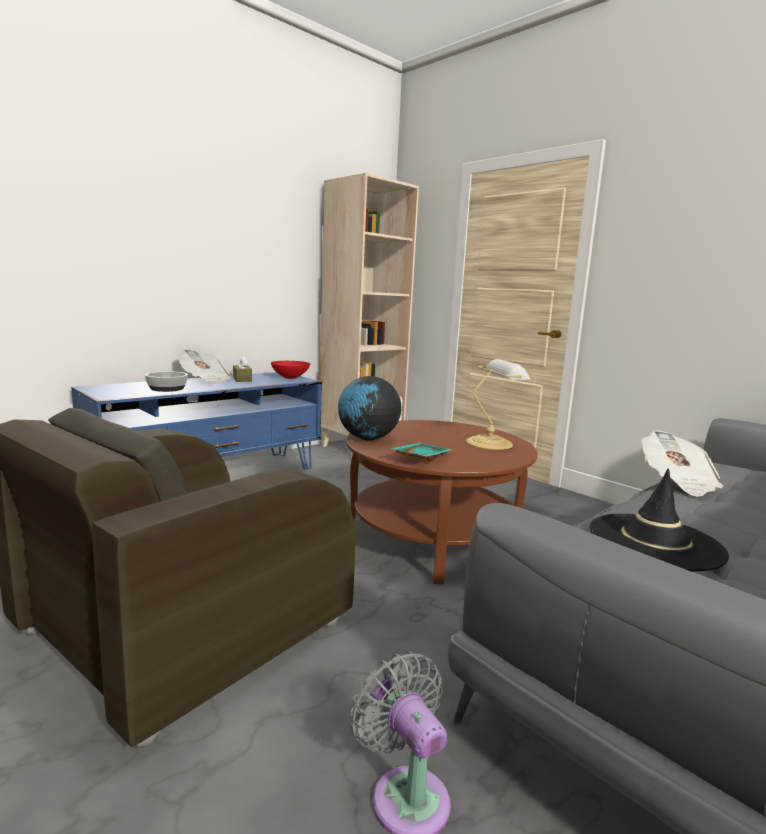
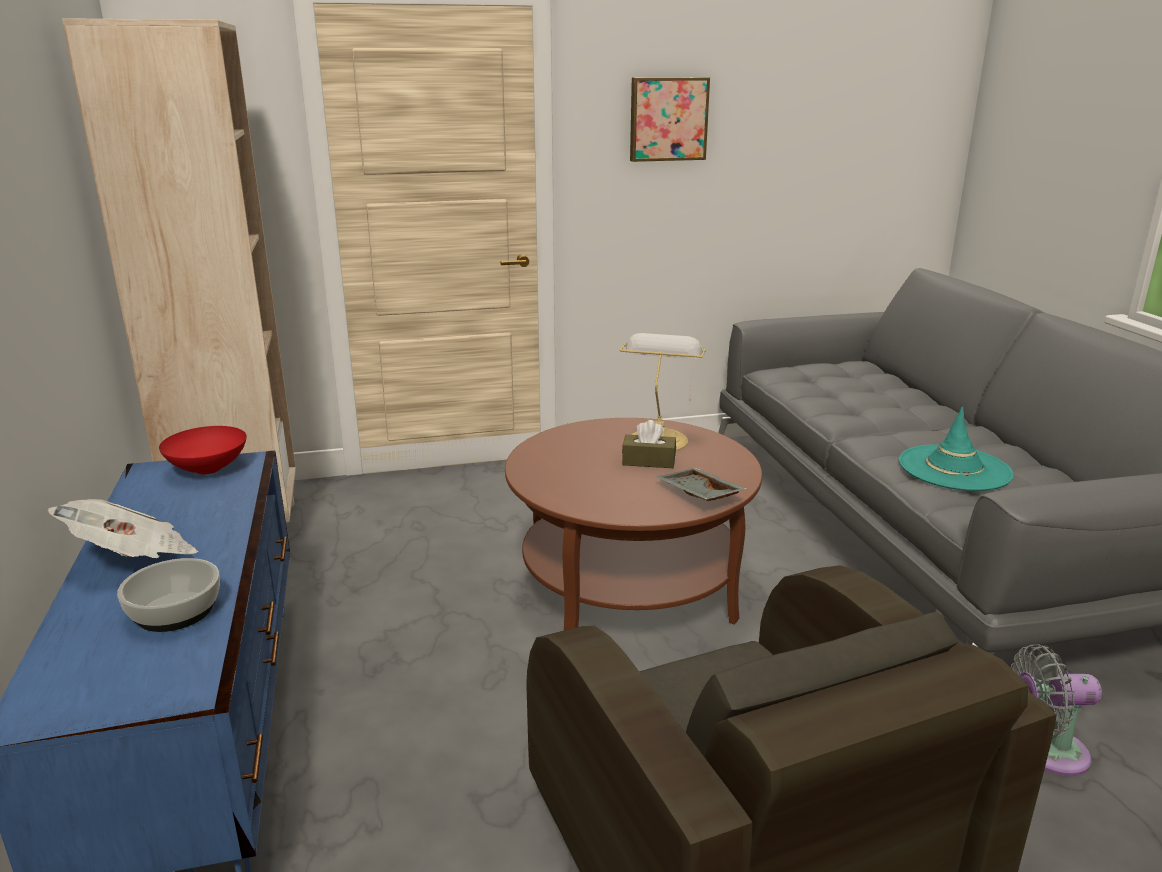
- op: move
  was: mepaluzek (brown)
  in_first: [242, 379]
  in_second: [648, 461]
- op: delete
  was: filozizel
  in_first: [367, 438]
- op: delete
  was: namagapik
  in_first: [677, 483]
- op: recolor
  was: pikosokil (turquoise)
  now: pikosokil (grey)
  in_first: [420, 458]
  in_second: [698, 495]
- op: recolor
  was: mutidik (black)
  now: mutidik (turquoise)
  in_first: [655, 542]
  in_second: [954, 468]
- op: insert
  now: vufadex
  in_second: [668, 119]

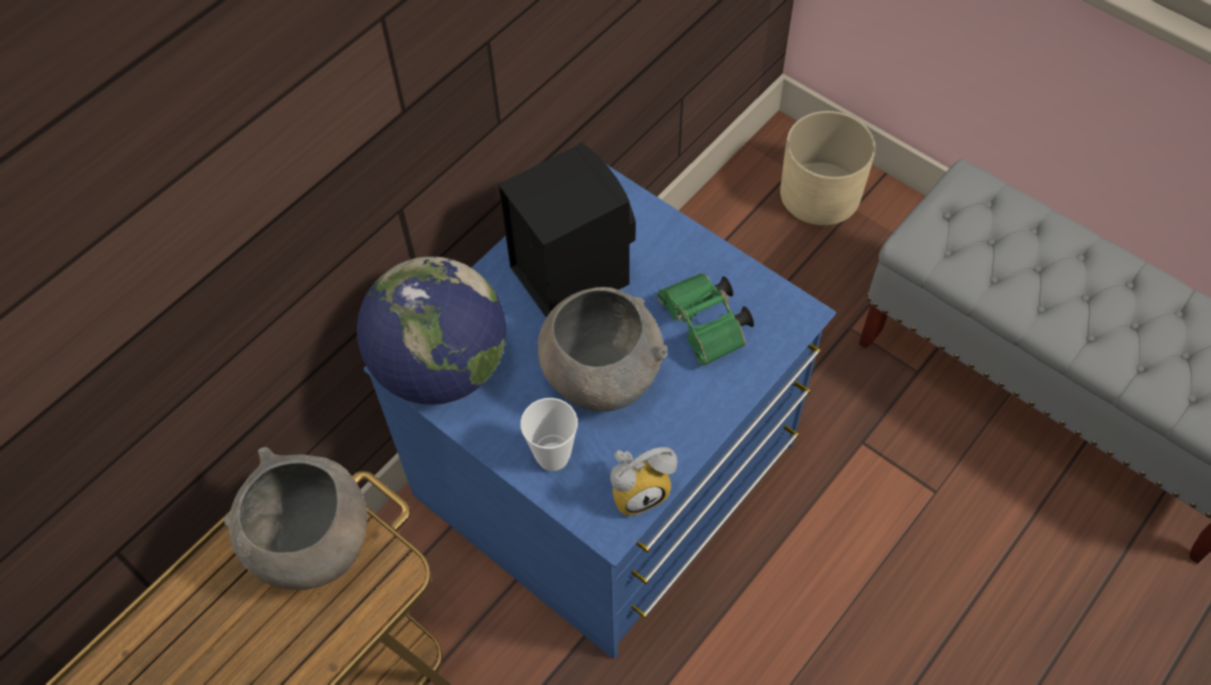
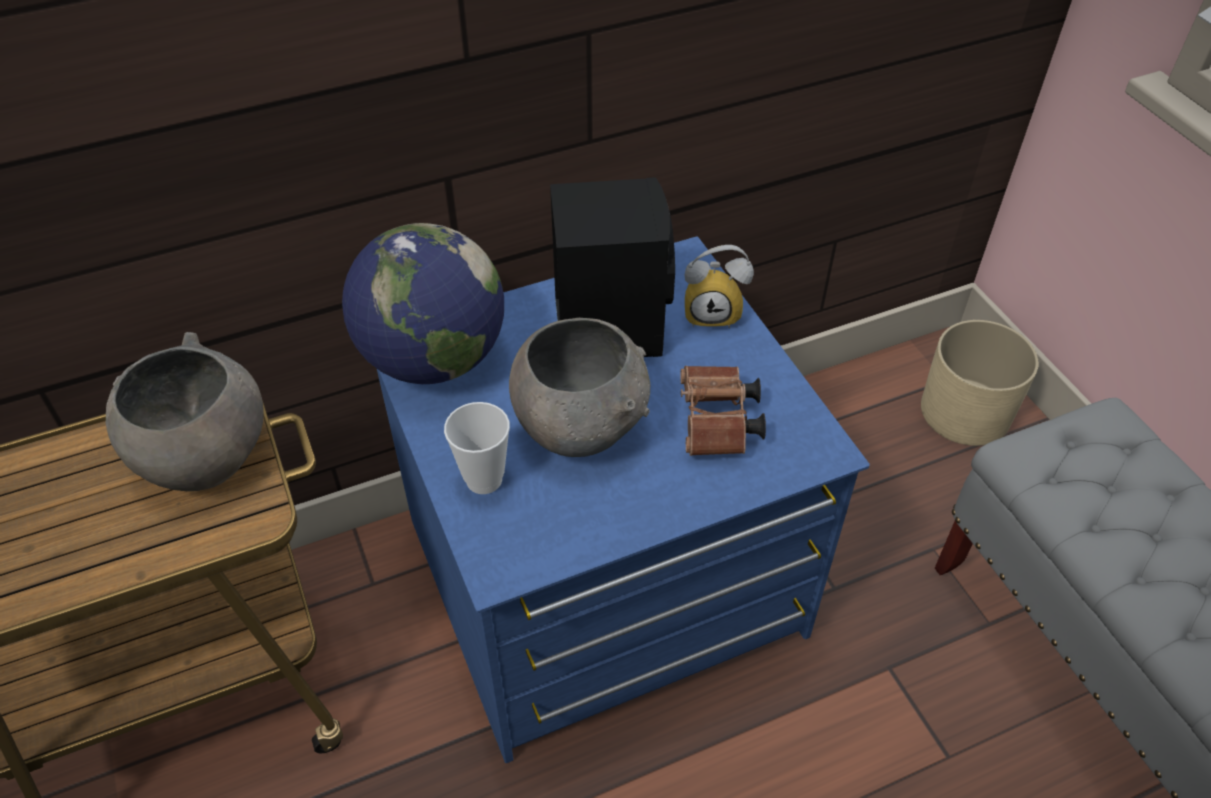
- op: recolor
  was: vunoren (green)
  now: vunoren (brown)
  in_first: [706, 327]
  in_second: [717, 425]
- op: move
  was: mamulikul
  in_first: [639, 489]
  in_second: [713, 313]

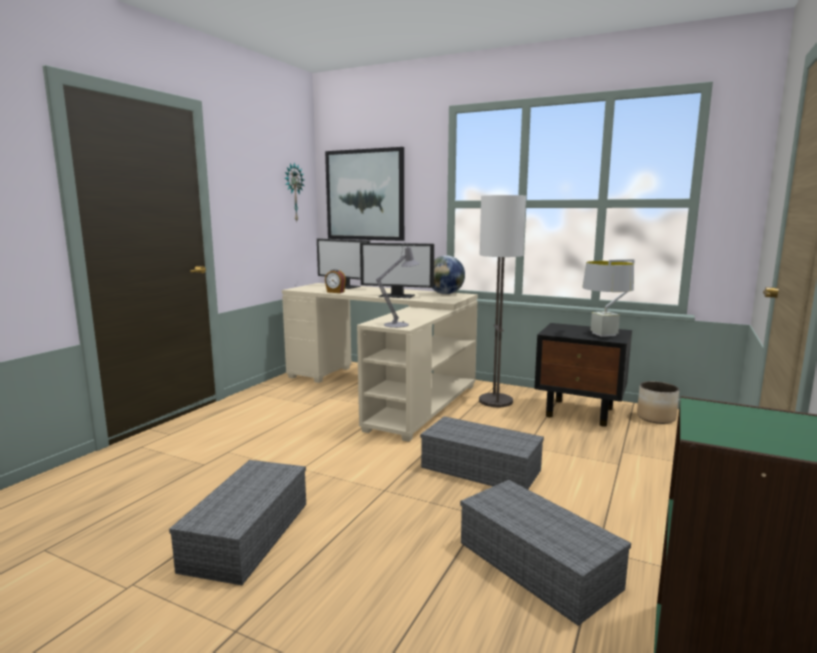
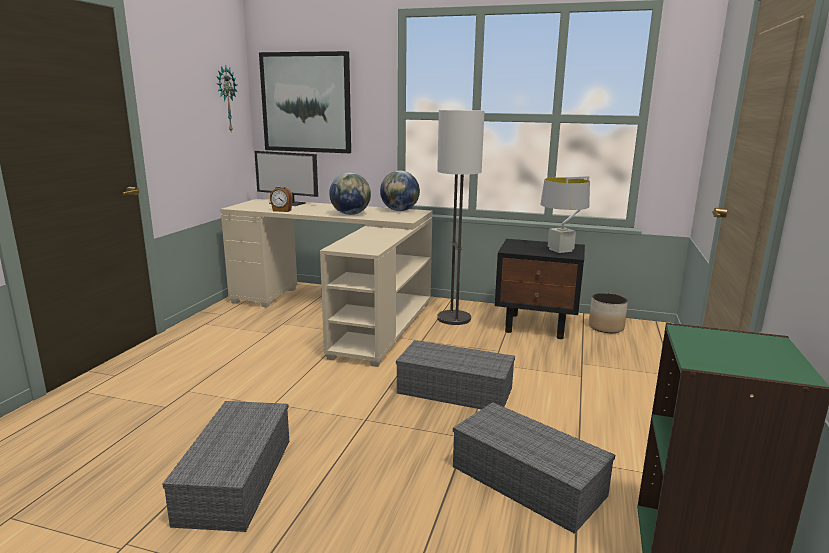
- op: replace
  was: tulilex
  now: filozizel
  in_first: [397, 296]
  in_second: [350, 214]
- op: delete
  was: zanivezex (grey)
  in_first: [399, 324]

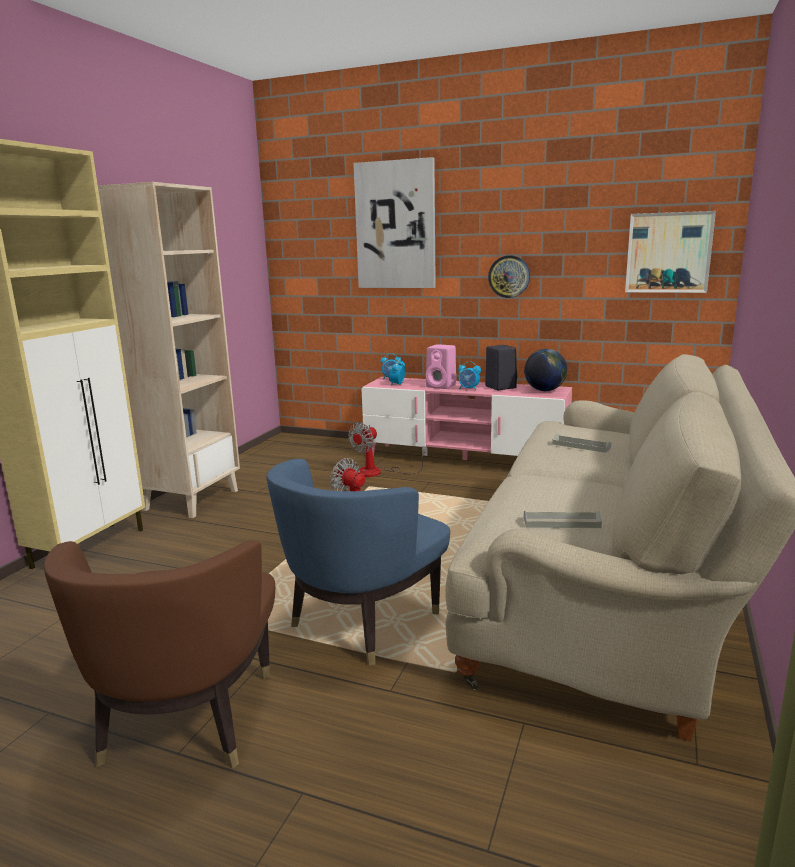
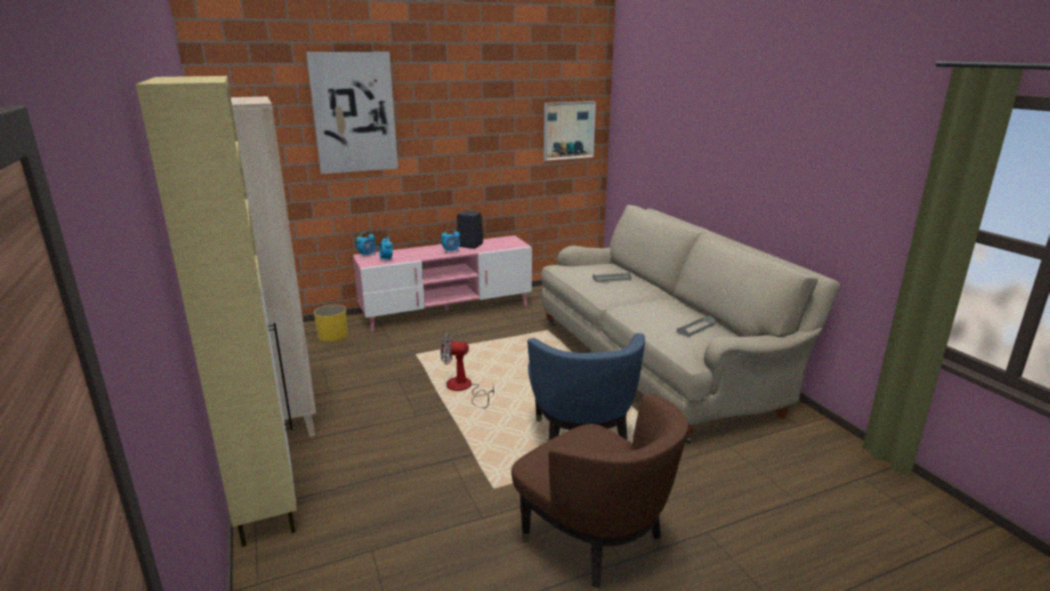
- op: delete
  was: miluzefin
  in_first: [509, 276]
- op: delete
  was: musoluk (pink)
  in_first: [442, 386]
- op: delete
  was: filozizel
  in_first: [544, 390]
- op: delete
  was: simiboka
  in_first: [378, 472]
- op: insert
  now: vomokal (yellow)
  in_second: [332, 335]

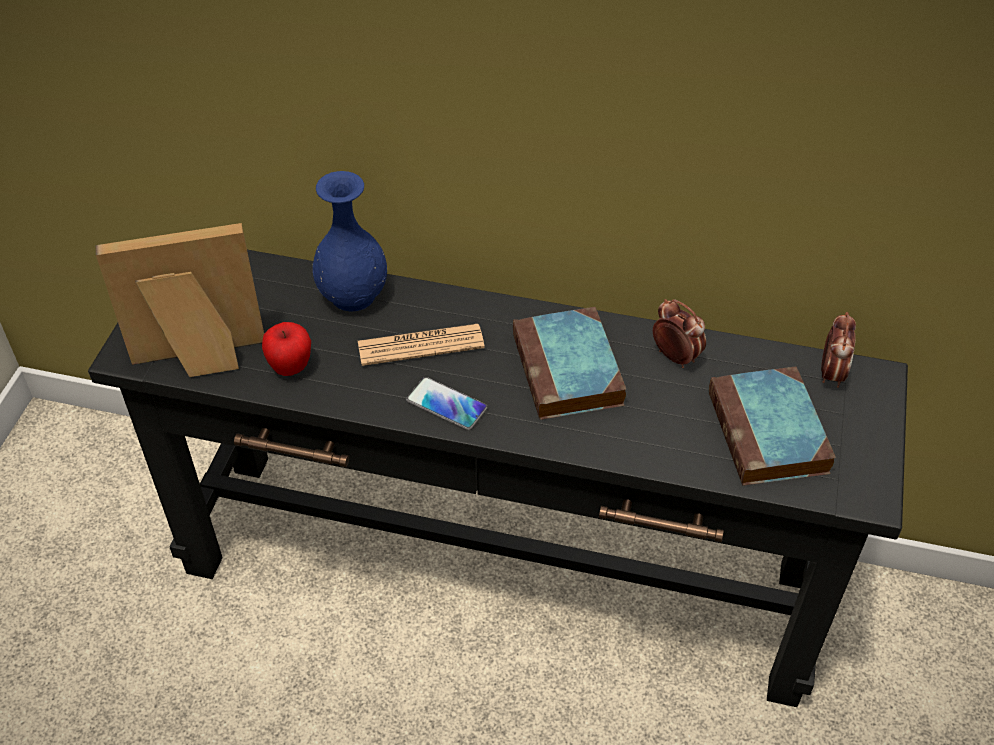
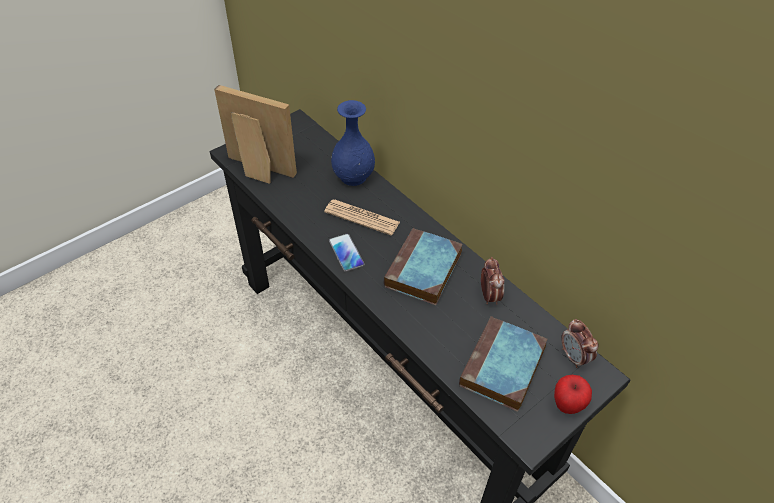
- op: rotate
  was: mamulikul
  in_first: [831, 373]
  in_second: [574, 357]
  clockwise: 105
- op: move
  was: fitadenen
  in_first: [290, 367]
  in_second: [567, 405]

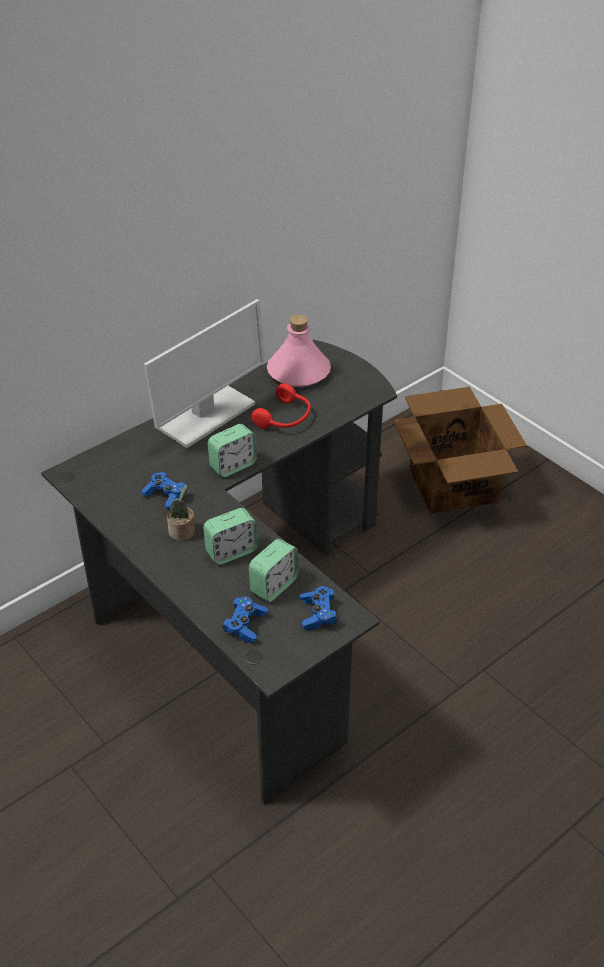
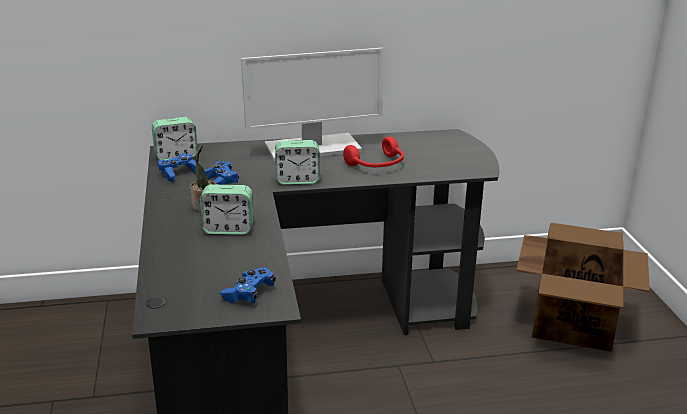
- op: delete
  was: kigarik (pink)
  in_first: [299, 372]
- op: move
  was: mamulikul
  in_first: [274, 586]
  in_second: [176, 156]
- op: move
  was: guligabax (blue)
  in_first: [245, 625]
  in_second: [179, 173]

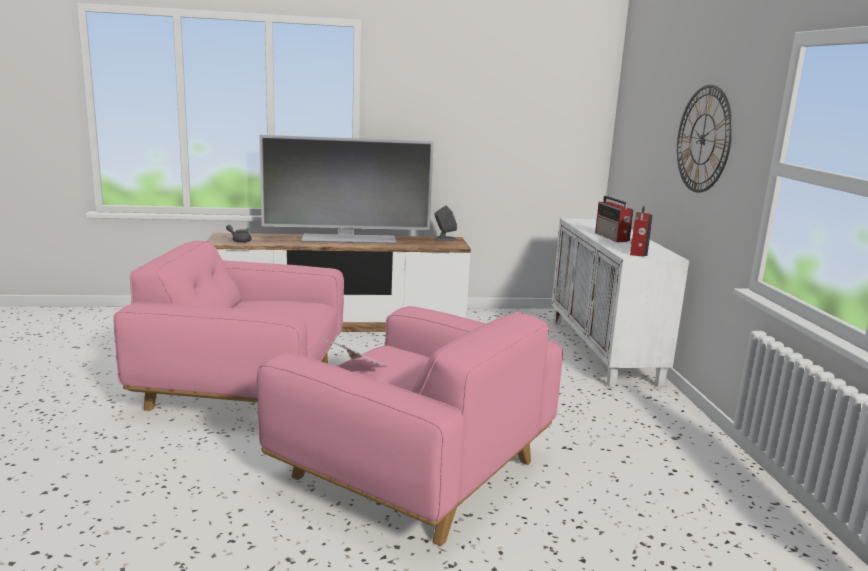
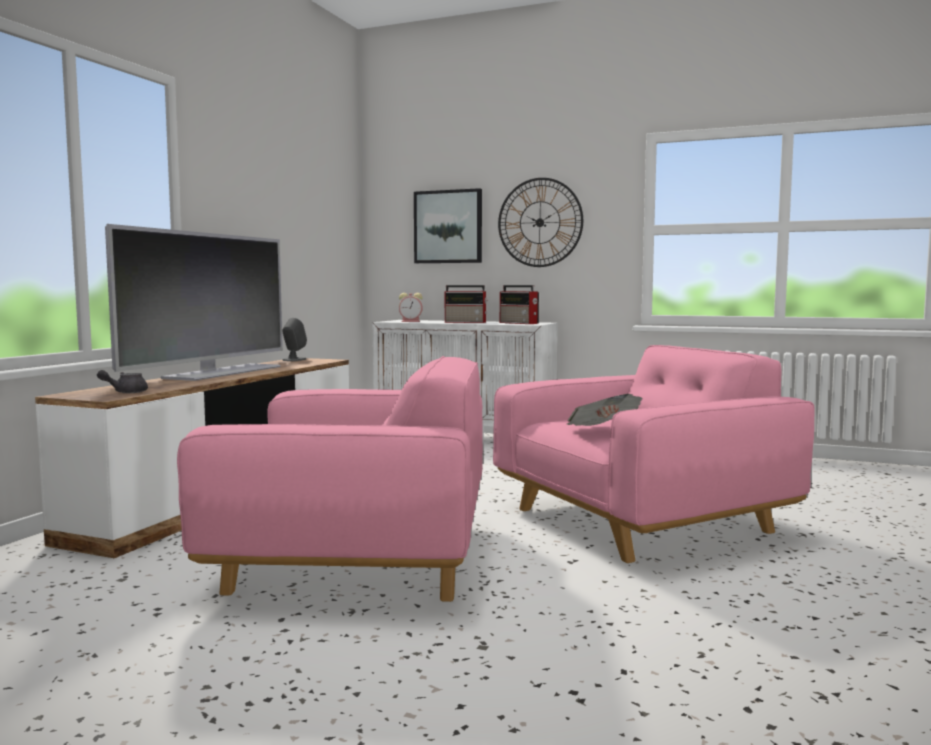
- op: rotate
  was: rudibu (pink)
  in_first: [245, 385]
  in_second: [356, 557]
  clockwise: -120
- op: insert
  now: vufadex
  in_second: [448, 227]
- op: insert
  now: mamulikul
  in_second: [411, 321]

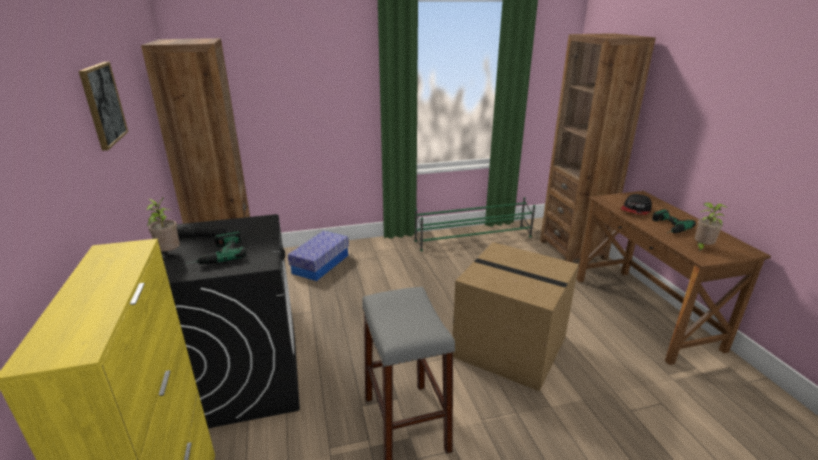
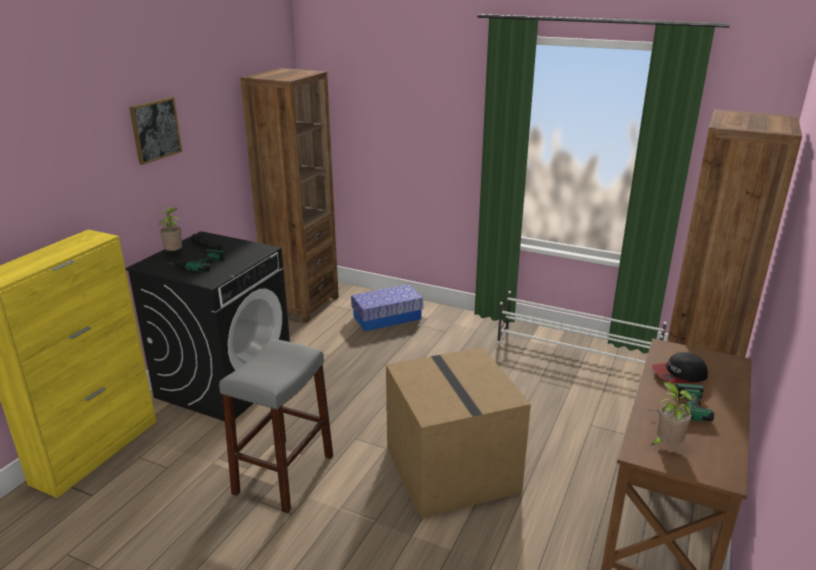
- op: recolor
  was: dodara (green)
  now: dodara (white)
  in_first: [474, 239]
  in_second: [576, 353]

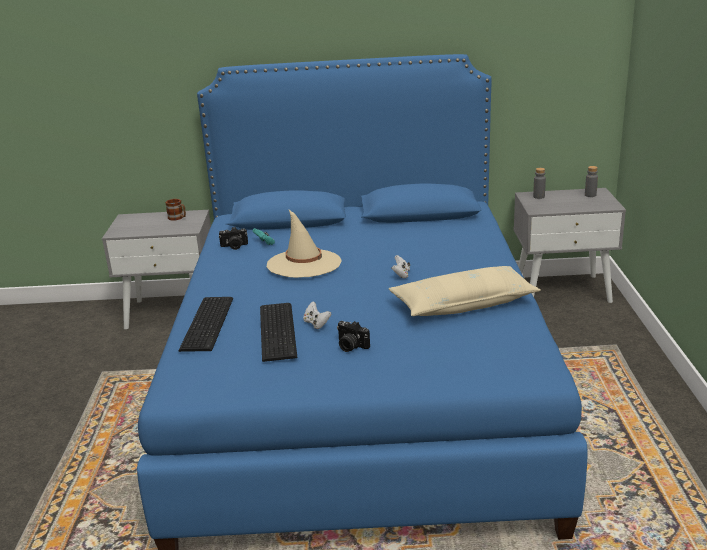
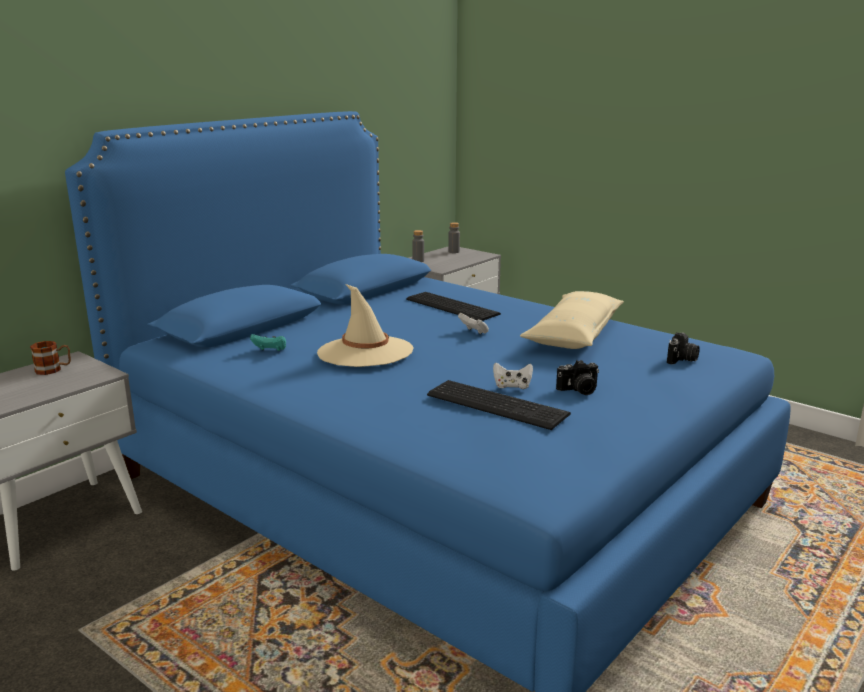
- op: move
  was: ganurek
  in_first: [234, 246]
  in_second: [682, 359]
- op: move
  was: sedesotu
  in_first: [209, 323]
  in_second: [452, 306]

